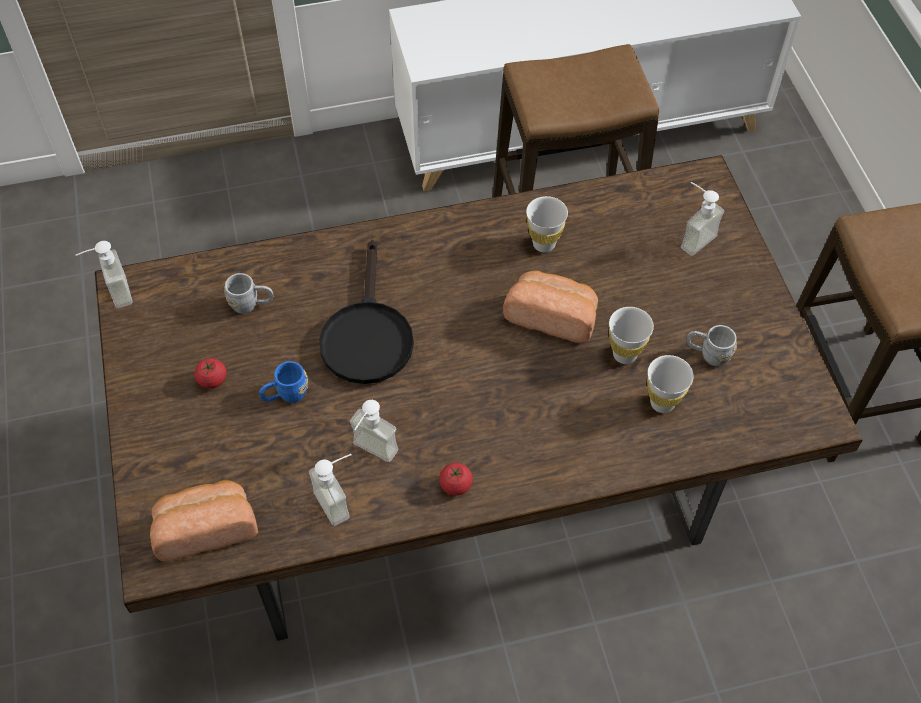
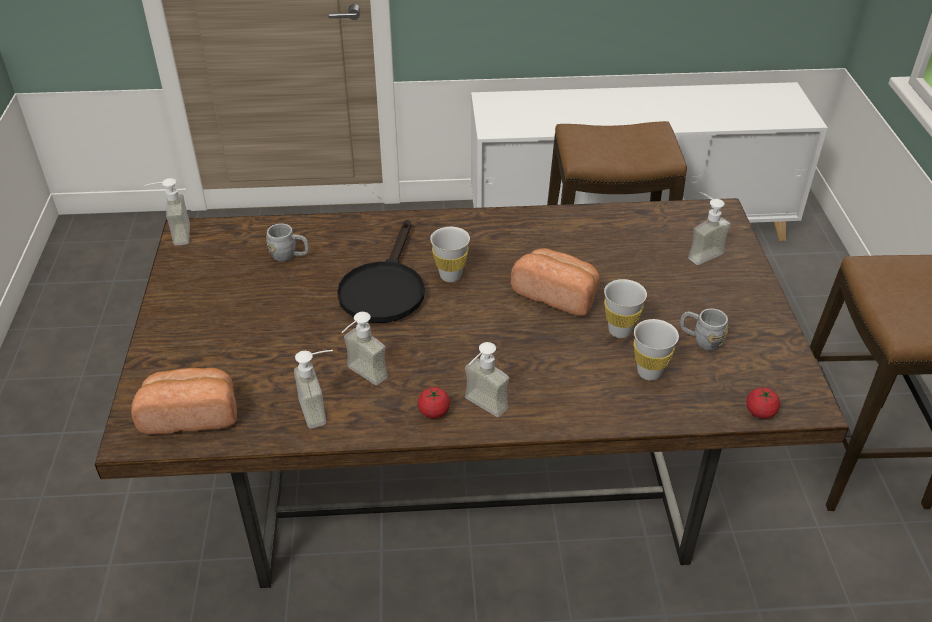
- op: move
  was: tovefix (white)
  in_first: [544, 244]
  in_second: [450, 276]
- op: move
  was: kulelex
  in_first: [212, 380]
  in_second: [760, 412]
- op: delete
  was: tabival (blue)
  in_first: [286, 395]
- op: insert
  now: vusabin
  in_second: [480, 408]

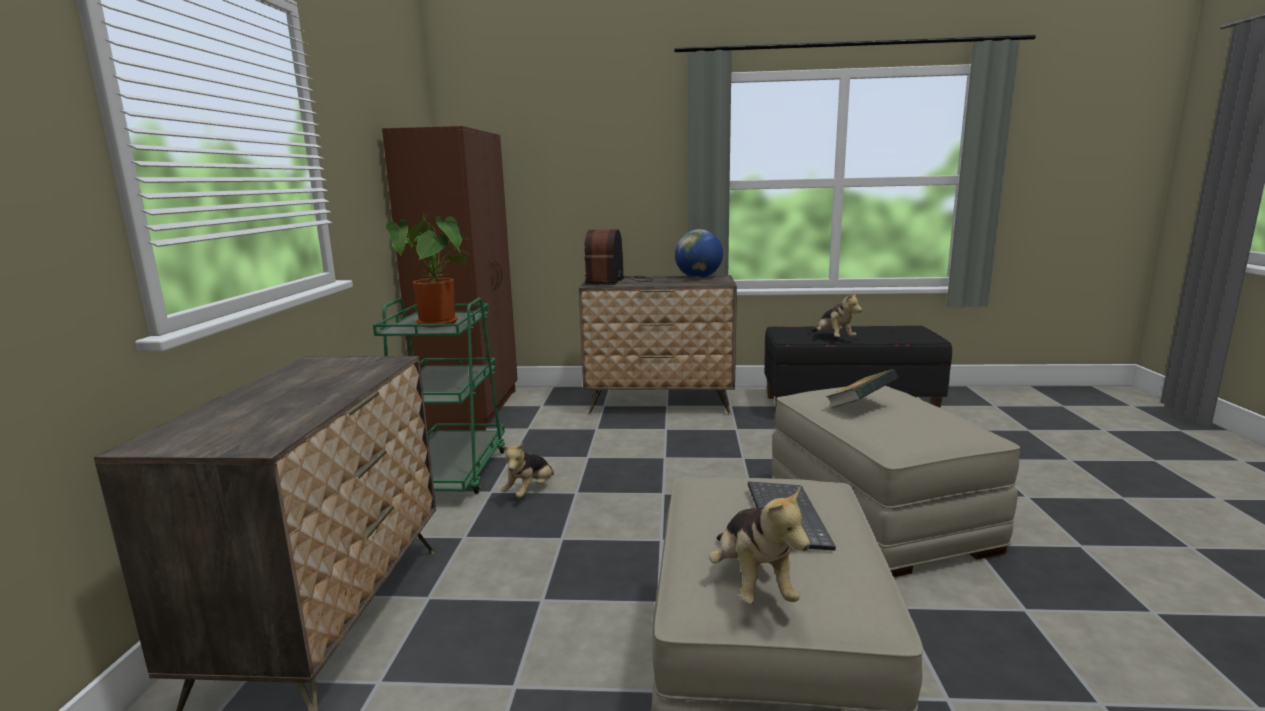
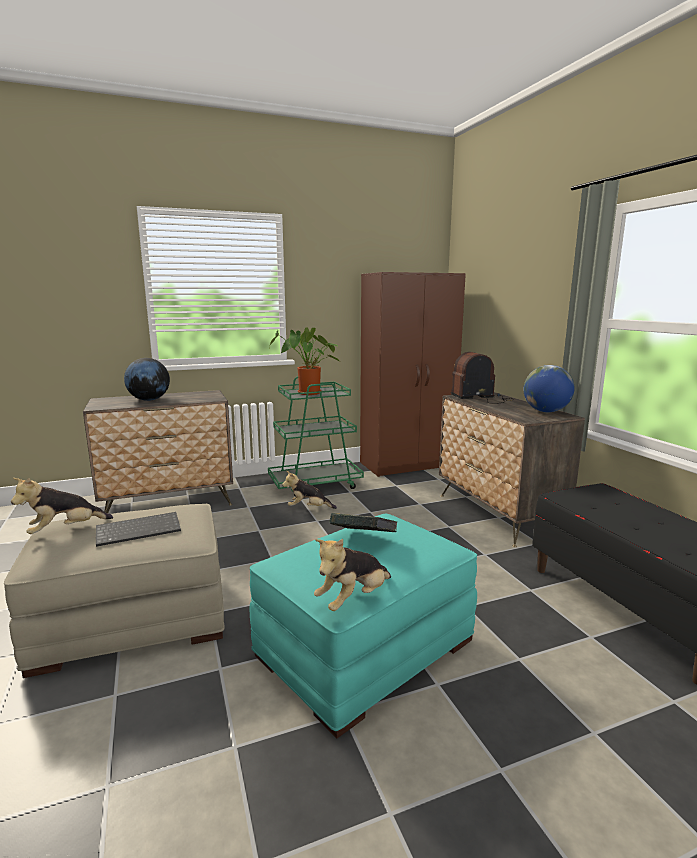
- op: move
  was: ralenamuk
  in_first: [833, 338]
  in_second: [353, 599]
- op: recolor
  was: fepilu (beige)
  now: fepilu (turquoise)
  in_first: [876, 515]
  in_second: [365, 647]
- op: insert
  now: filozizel
  in_second: [149, 400]

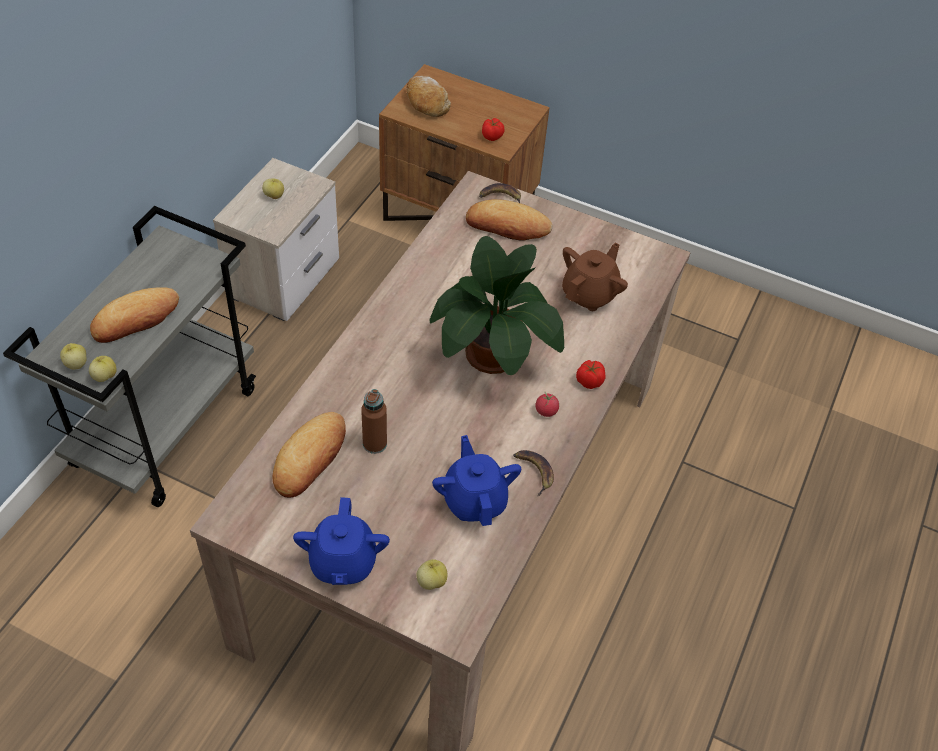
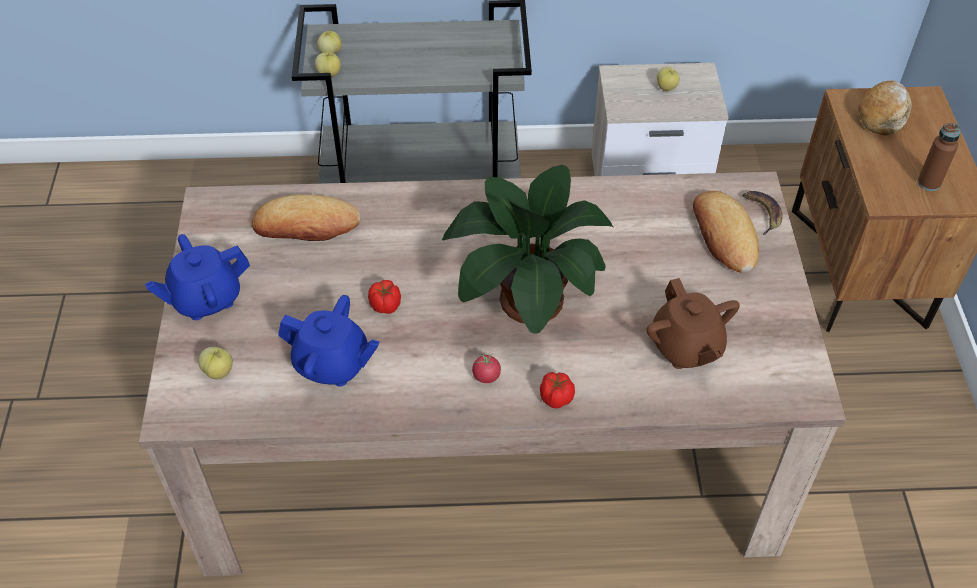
- op: move
  was: kulelex
  in_first: [492, 136]
  in_second: [386, 306]
- op: rotate
  was: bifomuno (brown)
  in_first: [589, 294]
  in_second: [686, 347]
  clockwise: 60
- op: delete
  was: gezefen
  in_first: [136, 319]
- op: move
  was: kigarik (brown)
  in_first: [374, 444]
  in_second: [928, 183]
- op: rotate
  was: bifomuno (blue)
  in_first: [474, 500]
  in_second: [332, 364]
  clockwise: 60
- op: delete
  was: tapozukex
  in_first: [534, 471]

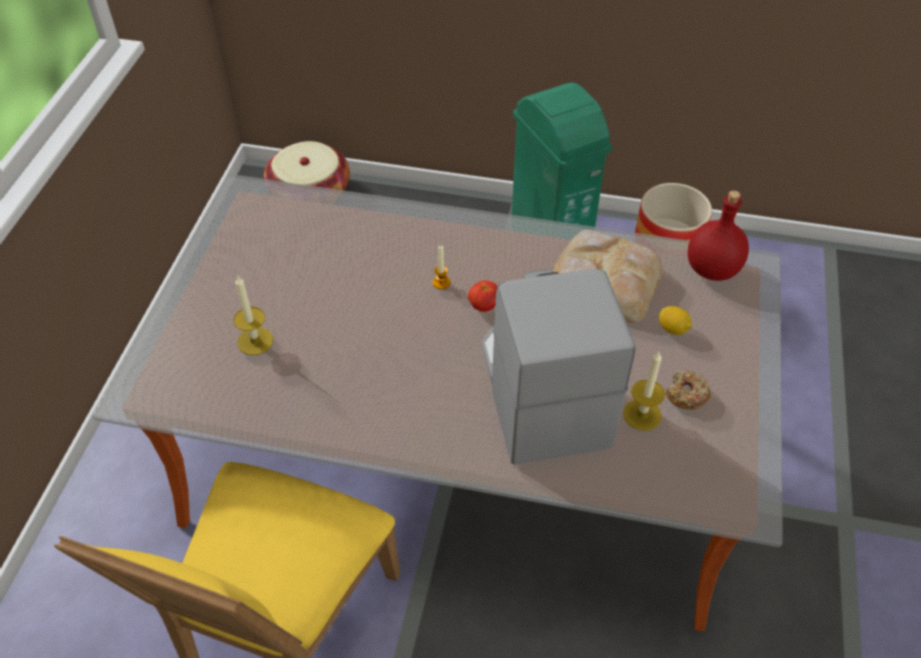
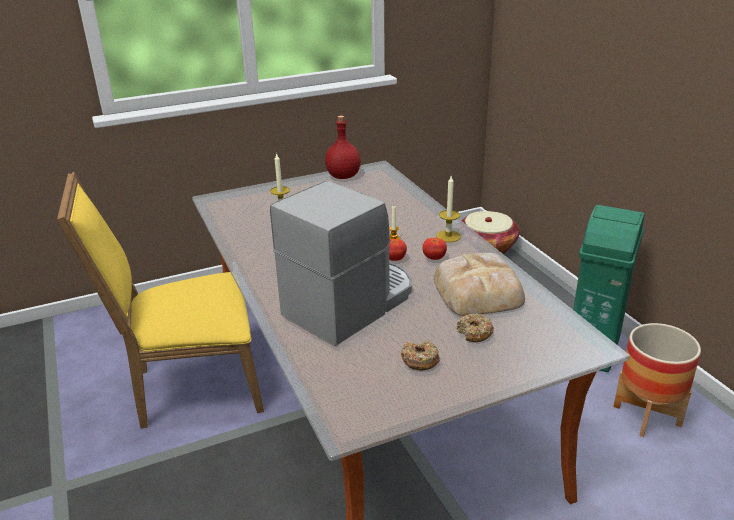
- op: move
  was: kigarik (red)
  in_first: [711, 270]
  in_second: [342, 176]
- op: replace
  was: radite
  now: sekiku
  in_first: [673, 329]
  in_second: [474, 333]
- op: move
  was: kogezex
  in_first: [642, 415]
  in_second: [448, 236]
- op: insert
  now: kulelex
  in_second: [434, 258]

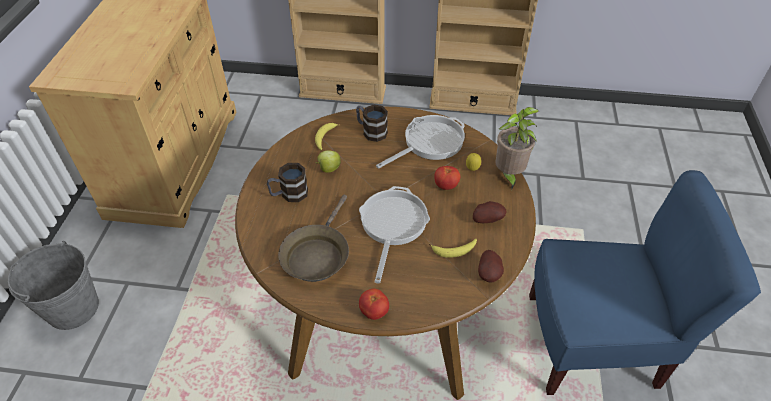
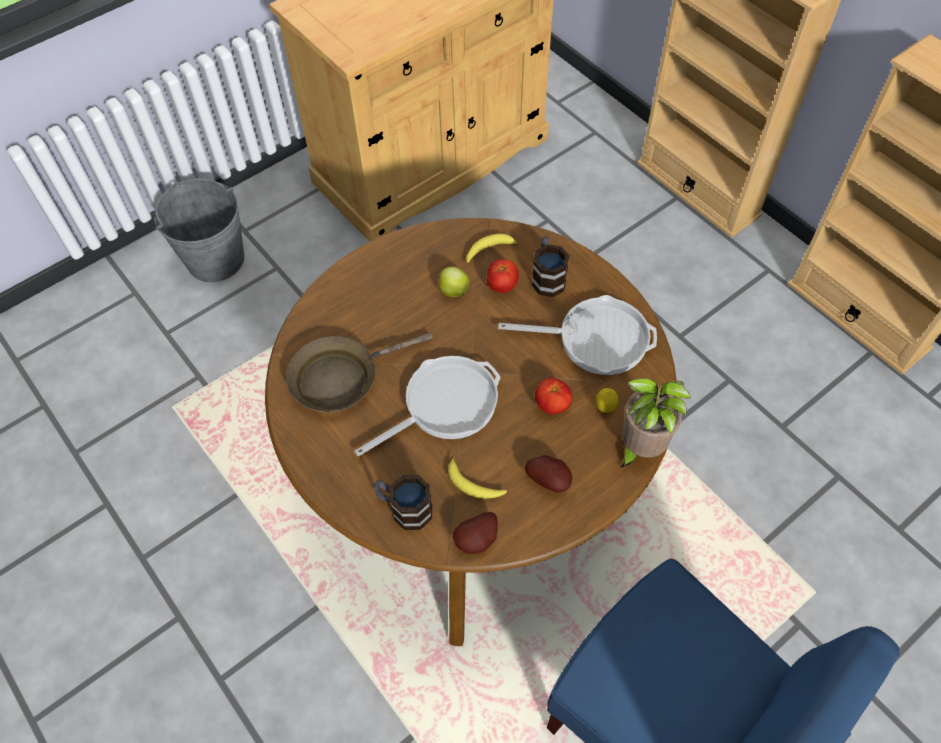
- op: move
  was: tabival
  in_first: [289, 194]
  in_second: [404, 508]
- op: move
  was: kulelex
  in_first: [374, 312]
  in_second: [502, 286]

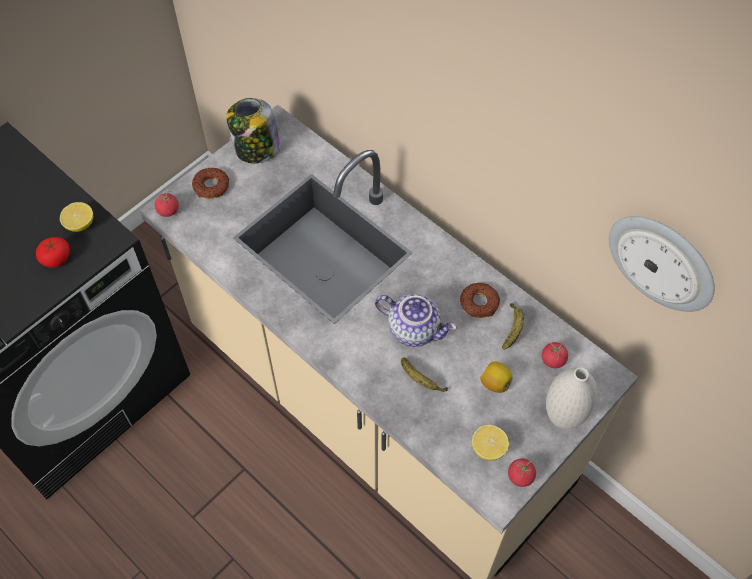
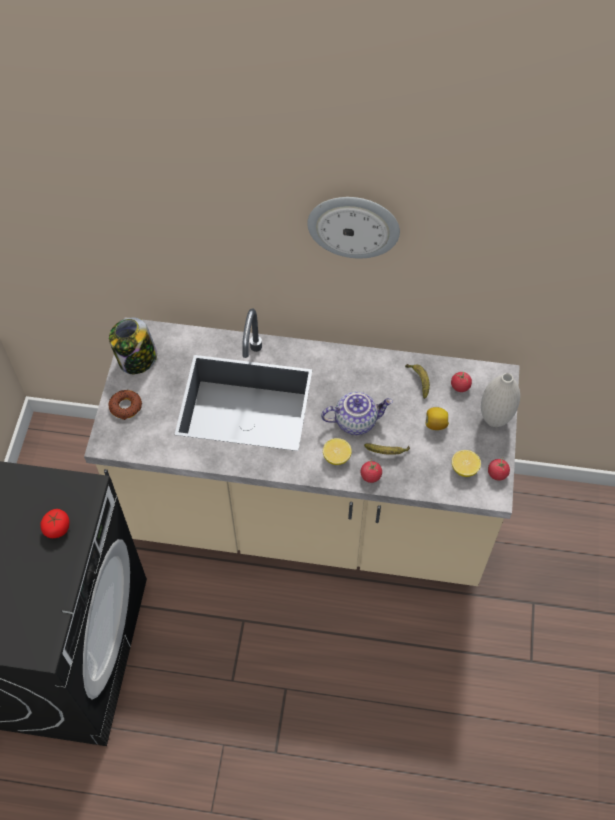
- op: move
  was: kulelex
  in_first: [168, 210]
  in_second: [370, 476]
- op: move
  was: radite
  in_first: [80, 224]
  in_second: [336, 457]
- op: move
  was: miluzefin
  in_first: [662, 261]
  in_second: [353, 225]
- op: delete
  was: sekiku
  in_first: [479, 303]

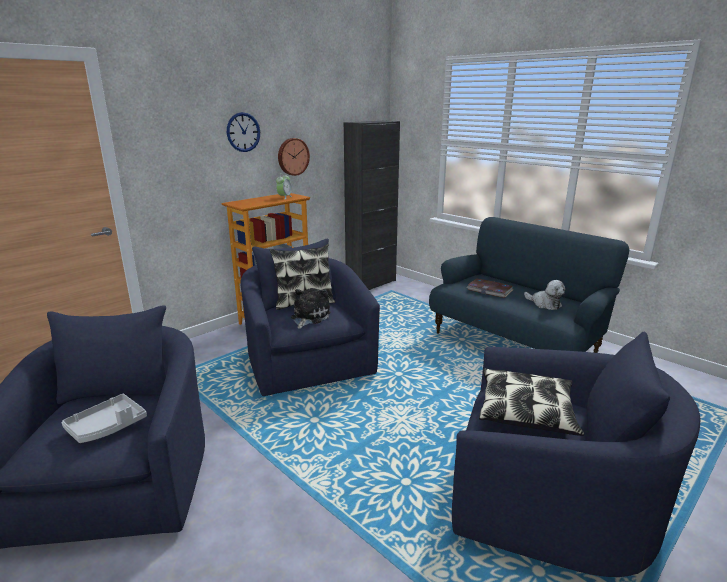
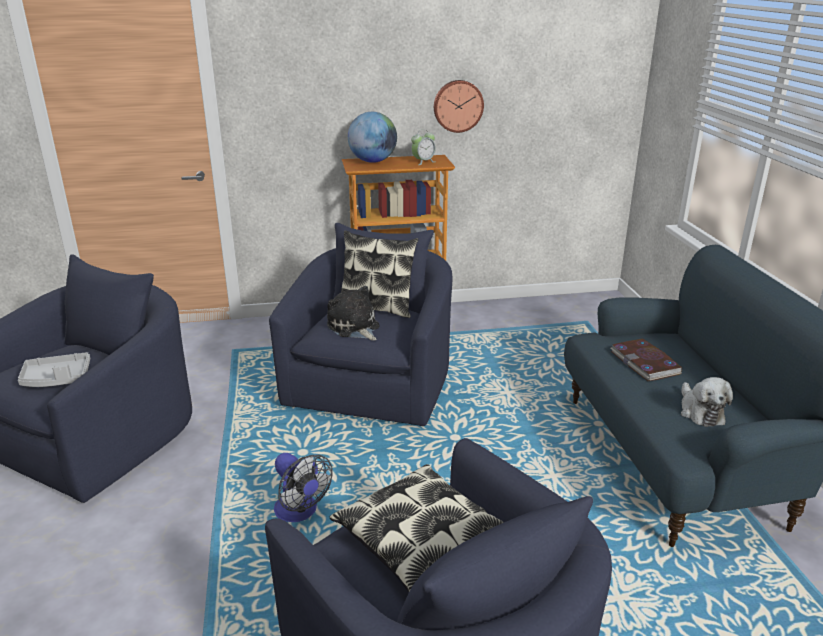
- op: delete
  was: miluzefin
  in_first: [243, 132]
- op: delete
  was: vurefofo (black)
  in_first: [371, 284]
- op: rotate
  was: ralenamuk
  in_first: [309, 317]
  in_second: [354, 327]
  clockwise: -90
- op: insert
  now: filozizel
  in_second: [373, 161]
- op: insert
  now: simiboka
  in_second: [300, 513]

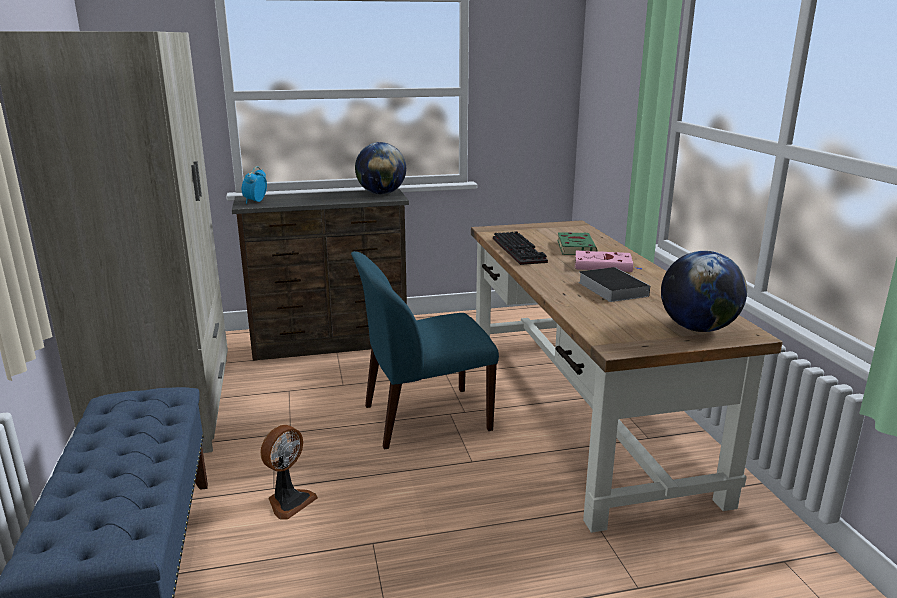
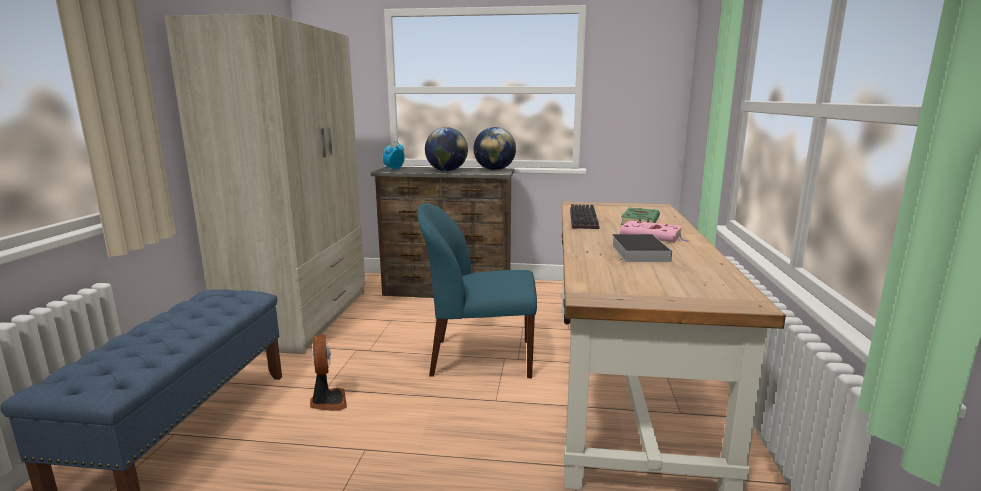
- op: move
  was: filozizel
  in_first: [697, 328]
  in_second: [446, 171]
- op: rotate
  was: simiboka
  in_first: [289, 501]
  in_second: [328, 401]
  clockwise: -75

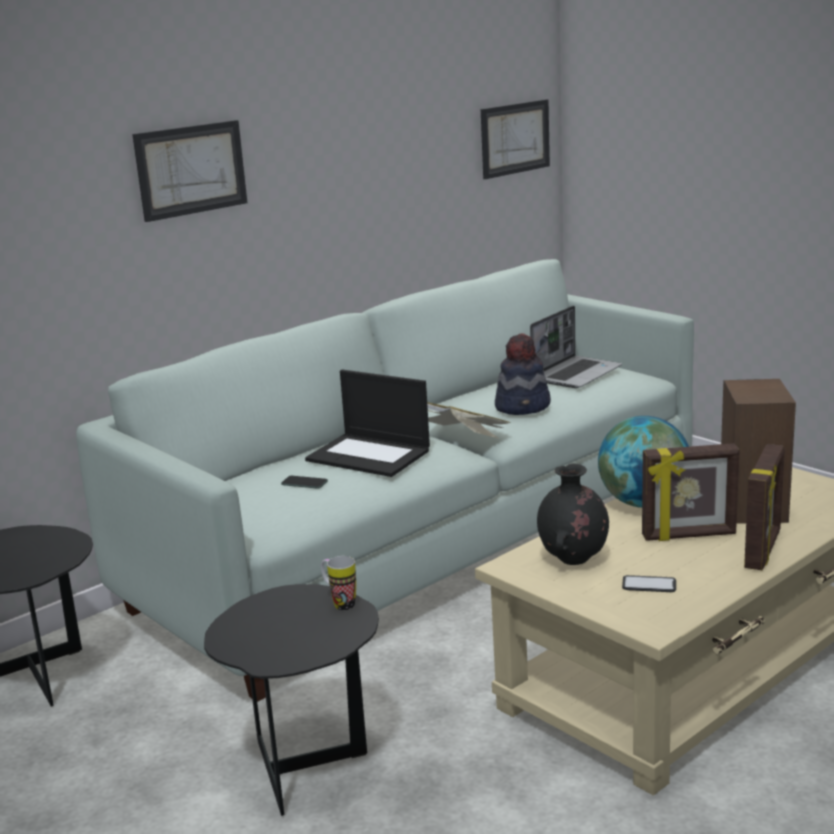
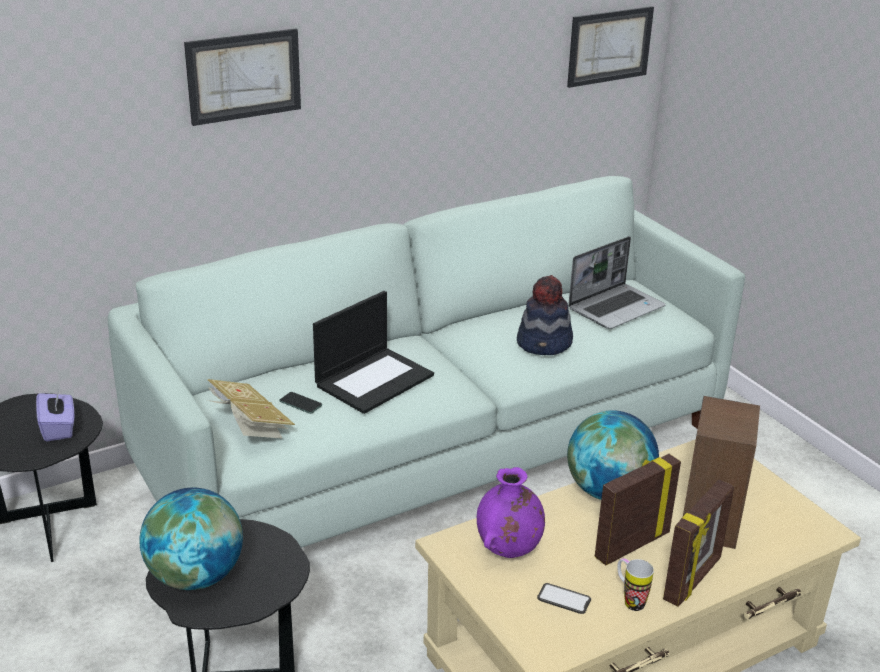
- op: rotate
  was: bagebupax
  in_first: [370, 455]
  in_second: [374, 379]
  clockwise: -90
- op: move
  was: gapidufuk
  in_first: [462, 436]
  in_second: [249, 426]
- op: rotate
  was: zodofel
  in_first: [689, 536]
  in_second: [631, 544]
  clockwise: 135
- op: recolor
  was: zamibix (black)
  now: zamibix (purple)
  in_first: [573, 560]
  in_second: [508, 551]
- op: move
  was: tabival
  in_first: [339, 603]
  in_second: [629, 600]
- op: insert
  now: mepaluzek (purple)
  in_second: [58, 428]
- op: insert
  now: filozizel
  in_second: [196, 576]

